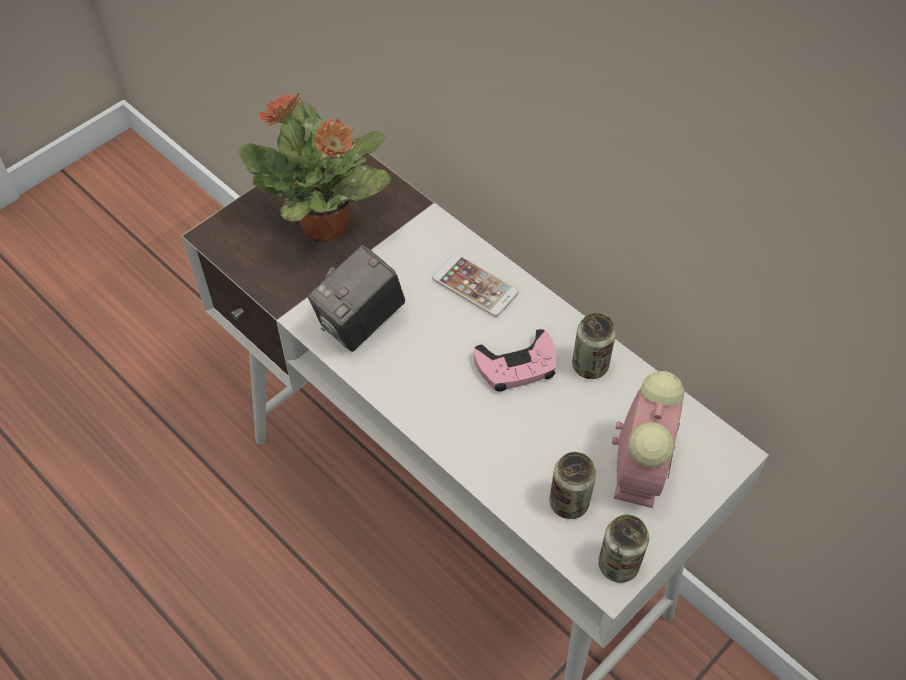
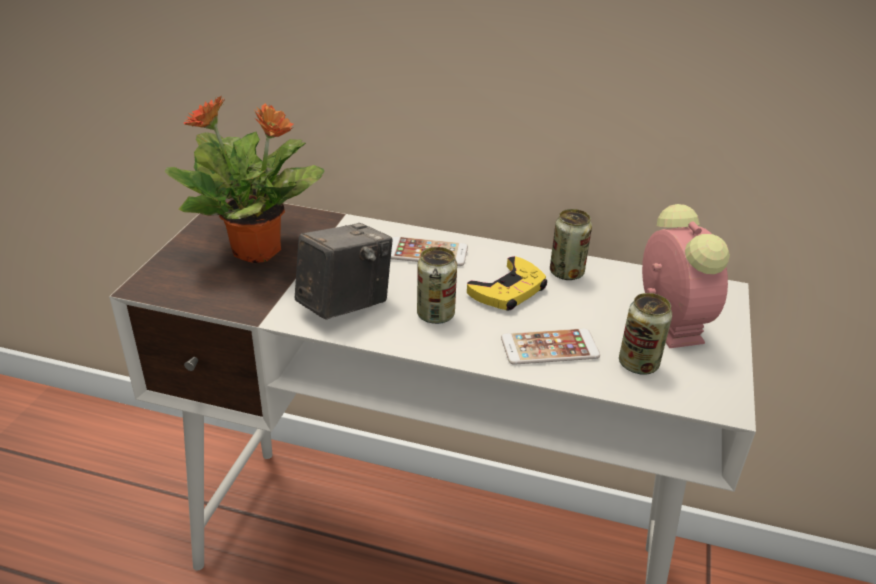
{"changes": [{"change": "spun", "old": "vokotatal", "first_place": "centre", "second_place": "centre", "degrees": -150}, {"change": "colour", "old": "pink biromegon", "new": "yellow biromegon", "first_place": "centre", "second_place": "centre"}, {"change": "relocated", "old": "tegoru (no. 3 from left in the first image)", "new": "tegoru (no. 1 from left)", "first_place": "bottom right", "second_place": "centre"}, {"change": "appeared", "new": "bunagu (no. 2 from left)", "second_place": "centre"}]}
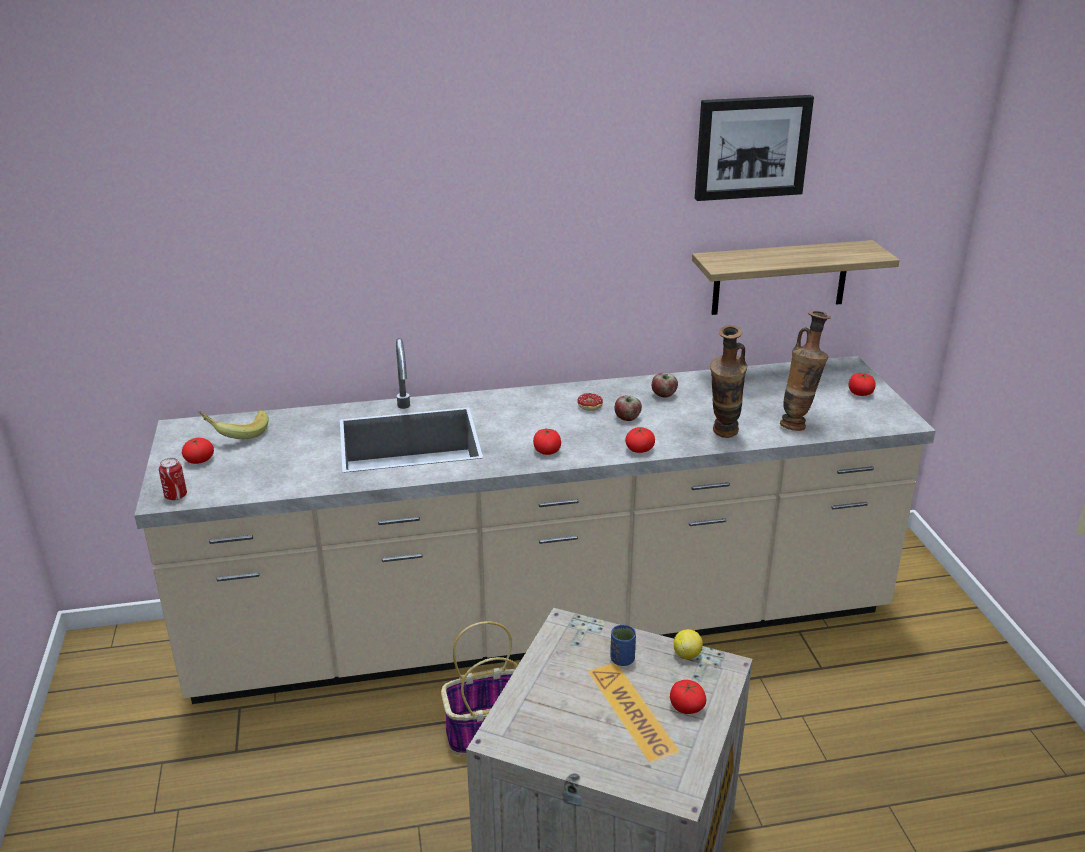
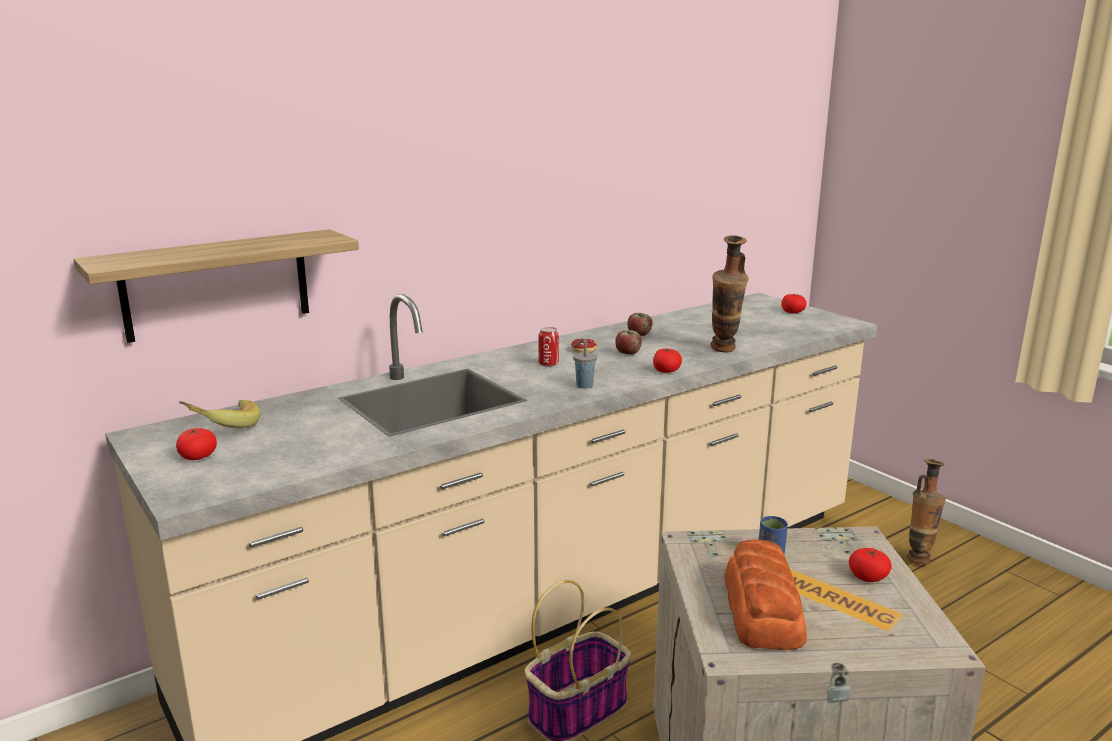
{"changes": [{"change": "relocated", "old": "tegoru", "first_place": "middle left", "second_place": "centre"}, {"change": "exchanged", "old": "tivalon (no. 2 from left)", "new": "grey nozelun", "first_place": "centre", "second_place": "centre"}, {"change": "missing", "old": "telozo", "first_place": "bottom centre"}, {"change": "relocated", "old": "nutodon", "first_place": "top right", "second_place": "middle left"}, {"change": "missing", "old": "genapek", "first_place": "top right"}, {"change": "relocated", "old": "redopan (no. 2 from left)", "first_place": "middle right", "second_place": "bottom right"}, {"change": "appeared", "new": "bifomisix", "second_place": "bottom right"}]}
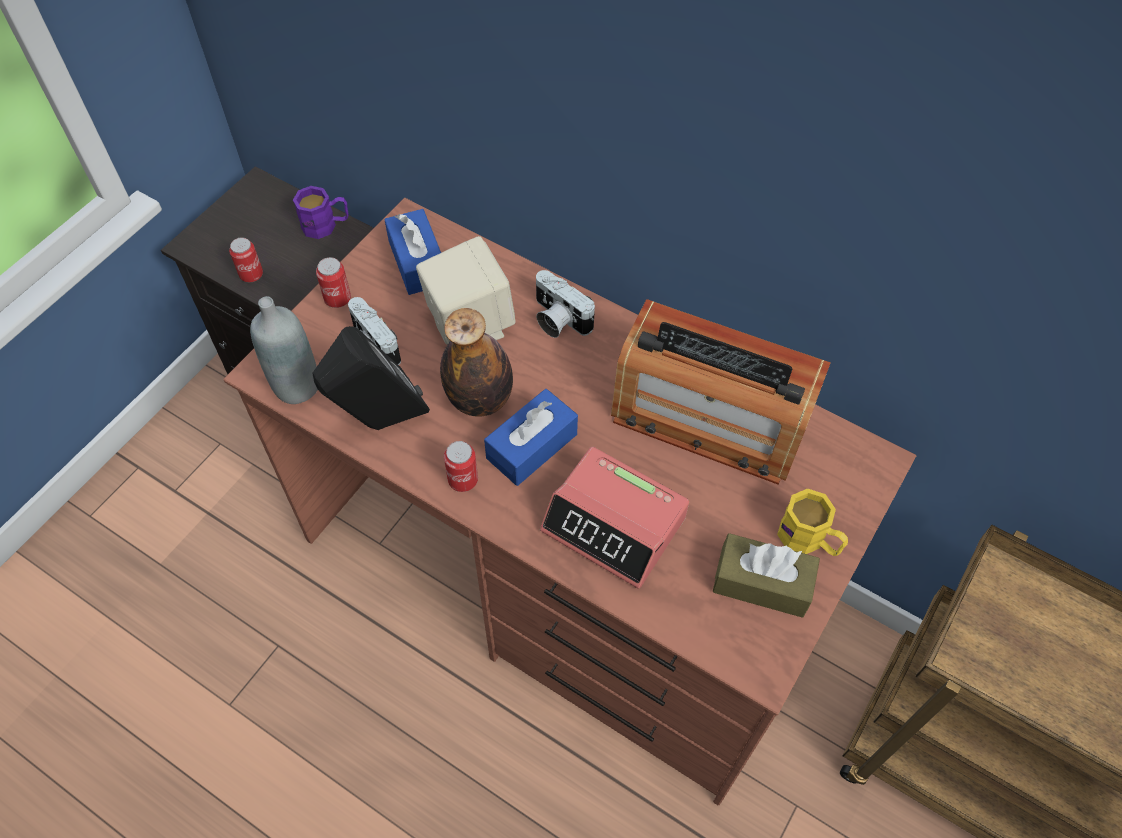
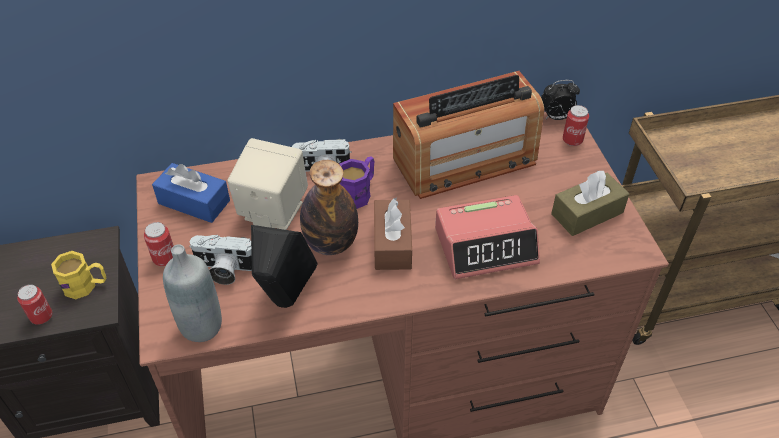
{"changes": [{"change": "relocated", "old": "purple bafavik", "first_place": "top left", "second_place": "centre"}, {"change": "relocated", "old": "tegoru (no. 3 from left)", "first_place": "centre", "second_place": "top right"}, {"change": "colour", "old": "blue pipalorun (no. 2 from left)", "new": "brown pipalorun (no. 1 from left)", "first_place": "centre", "second_place": "centre"}, {"change": "relocated", "old": "yellow bafavik", "first_place": "middle right", "second_place": "middle left"}, {"change": "appeared", "new": "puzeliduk (no. 2 from left)", "second_place": "top right"}]}
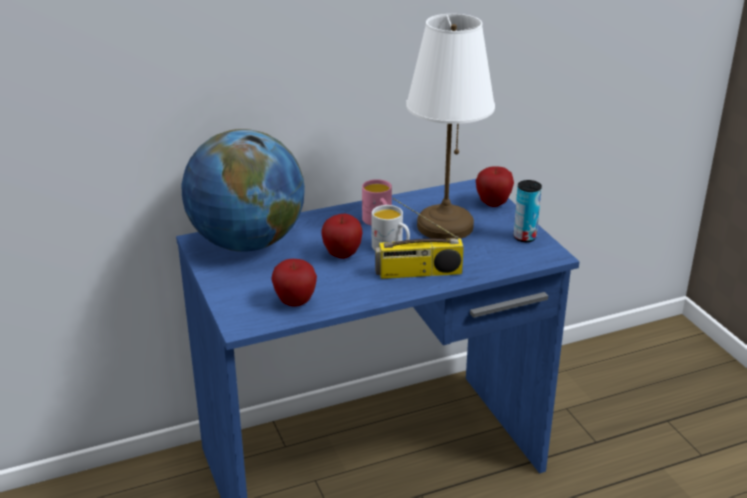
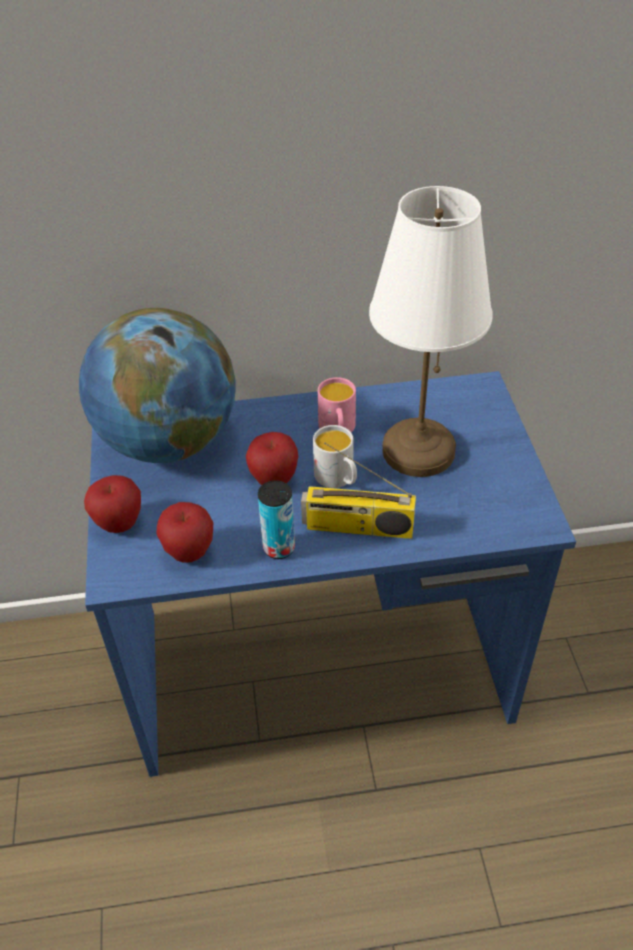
{"changes": [{"change": "relocated", "old": "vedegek (no. 3 from left in the first image)", "new": "vedegek (no. 1 from left)", "first_place": "centre", "second_place": "middle left"}, {"change": "relocated", "old": "tegoru", "first_place": "middle right", "second_place": "centre"}]}
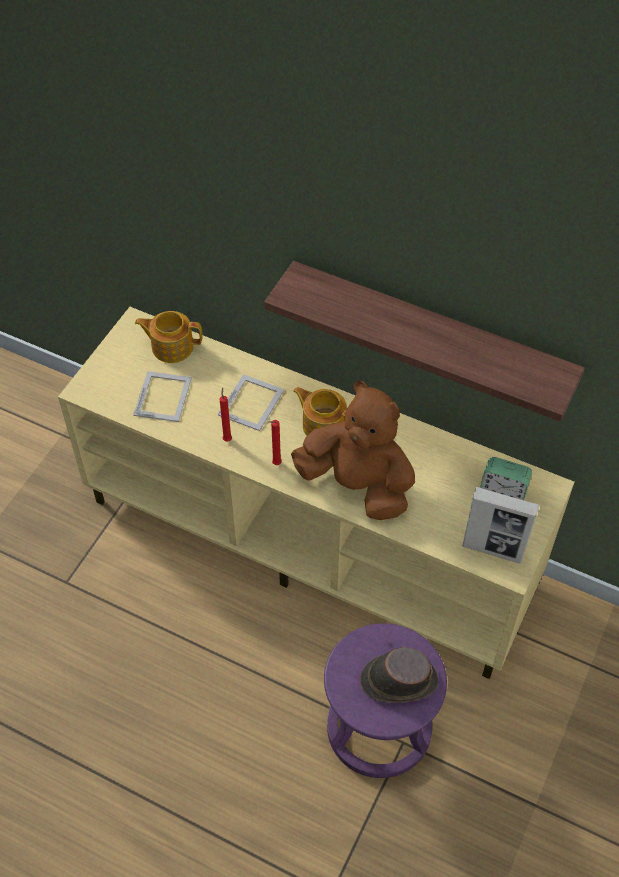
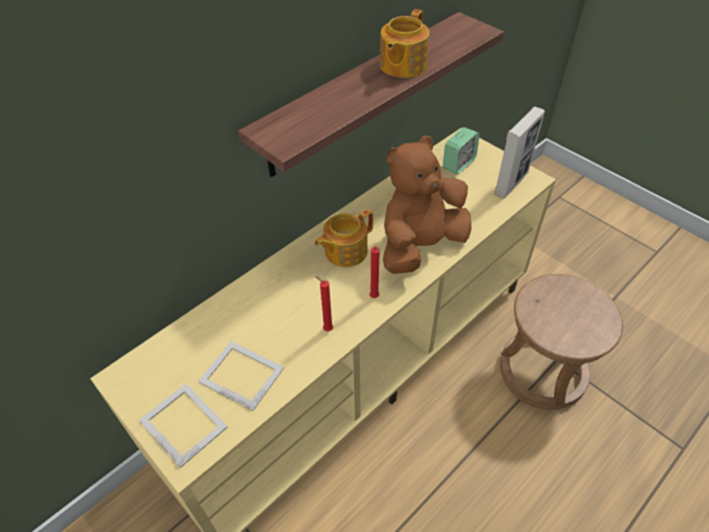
{"changes": [{"change": "relocated", "old": "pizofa (no. 1 from left in the first image)", "new": "pizofa (no. 2 from left)", "first_place": "middle left", "second_place": "top centre"}, {"change": "relocated", "old": "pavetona (no. 2 from left in the first image)", "new": "pavetona (no. 1 from left)", "first_place": "centre", "second_place": "bottom left"}, {"change": "colour", "old": "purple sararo", "new": "brown sararo", "first_place": "bottom centre", "second_place": "middle right"}, {"change": "missing", "old": "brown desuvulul", "first_place": "bottom centre"}]}
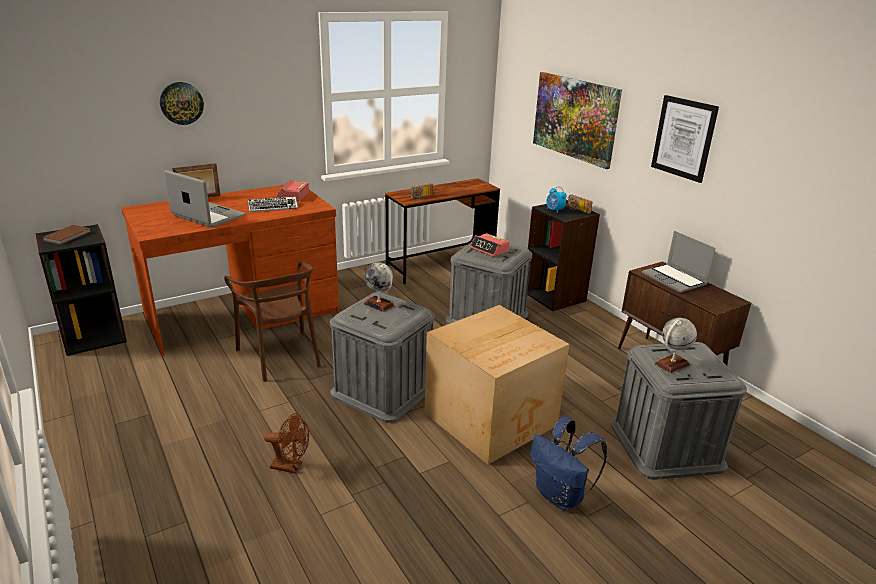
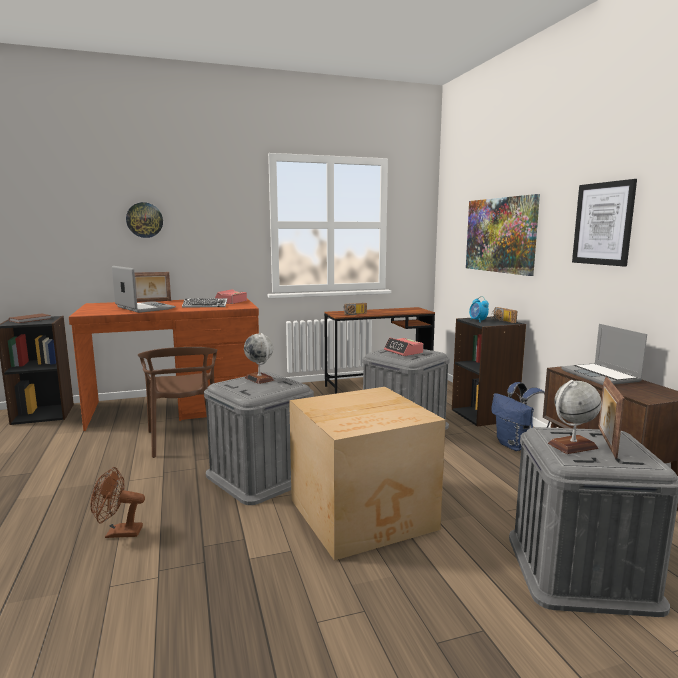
{"changes": [{"change": "spun", "old": "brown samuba", "first_place": "bottom left", "second_place": "bottom left", "degrees": 150}, {"change": "relocated", "old": "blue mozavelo", "first_place": "bottom centre", "second_place": "middle right"}, {"change": "appeared", "new": "pavetona (no. 2 from left)", "second_place": "middle right"}]}
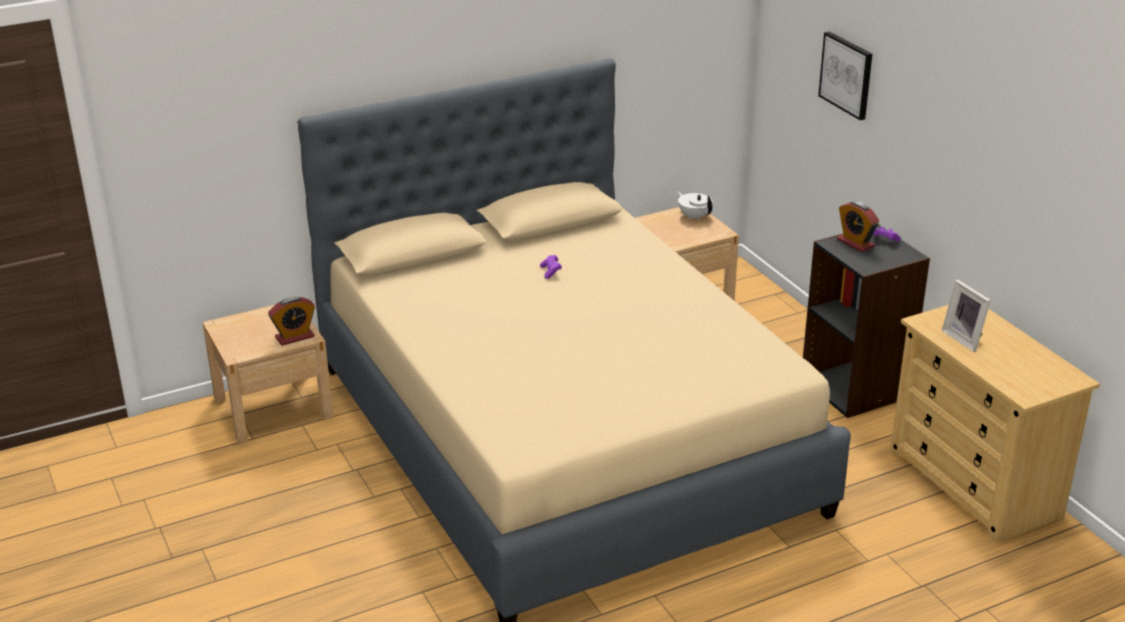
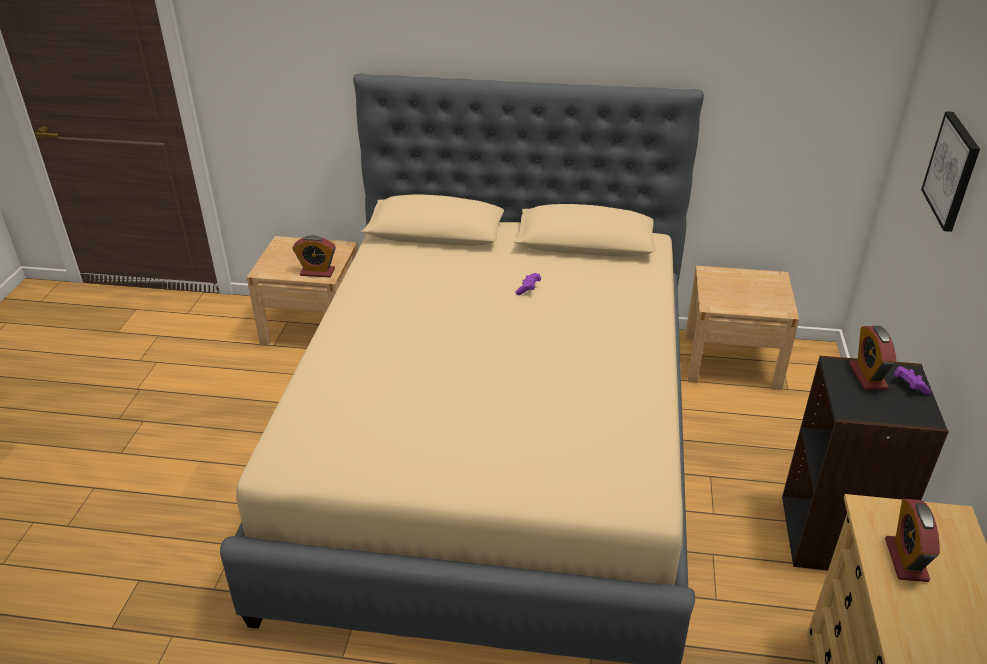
{"changes": [{"change": "missing", "old": "white pizofa", "first_place": "top centre"}, {"change": "exchanged", "old": "pavetona", "new": "puzeliduk (no. 3 from left)", "first_place": "middle right", "second_place": "bottom right"}]}
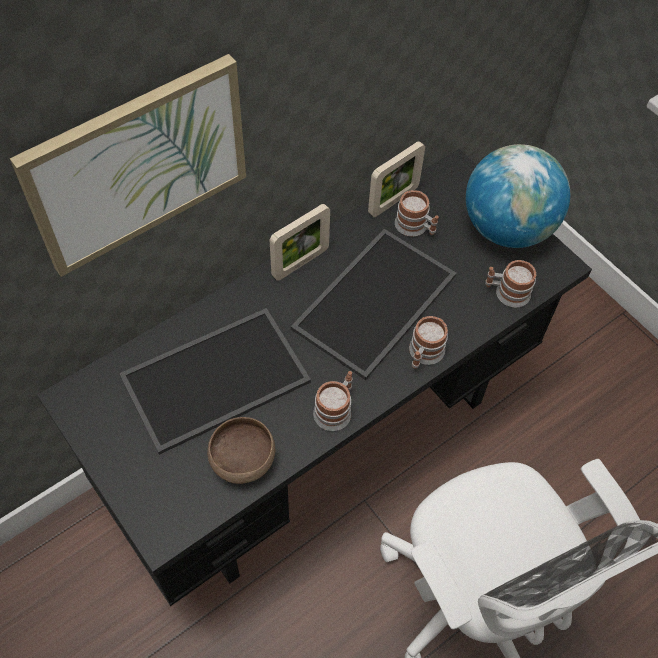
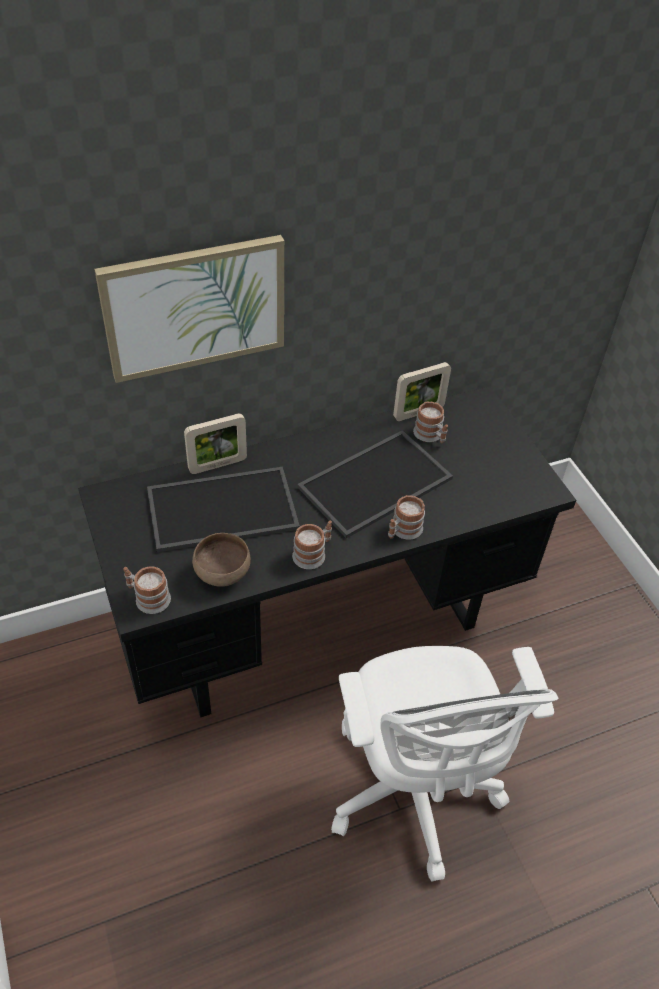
{"changes": [{"change": "relocated", "old": "pavetona (no. 1 from left)", "first_place": "centre", "second_place": "middle left"}, {"change": "missing", "old": "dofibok", "first_place": "top right"}, {"change": "relocated", "old": "bafavik (no. 4 from left in the first image)", "new": "bafavik (no. 1 from left)", "first_place": "middle right", "second_place": "middle left"}]}
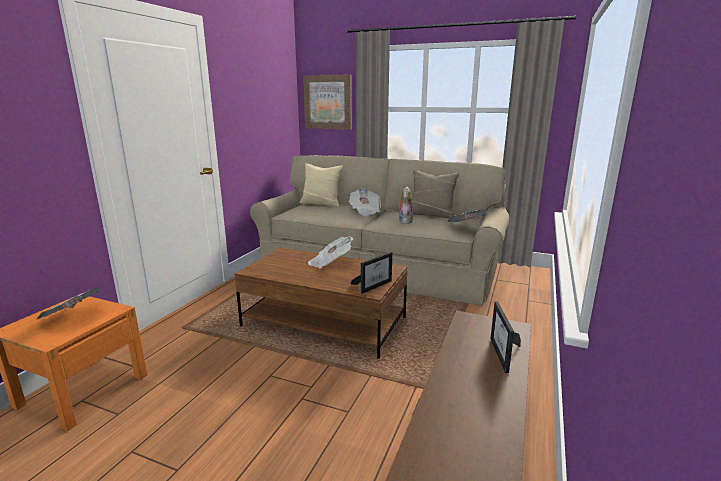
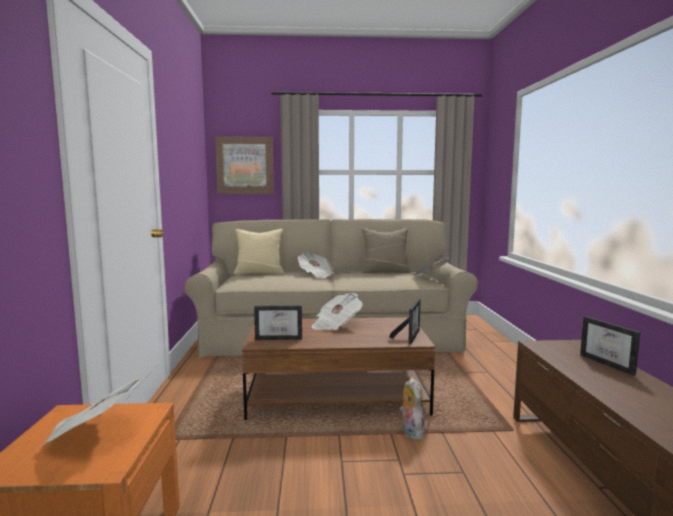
{"changes": [{"change": "relocated", "old": "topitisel", "first_place": "centre", "second_place": "bottom centre"}, {"change": "appeared", "new": "pavetona (no. 1 from left)", "second_place": "centre"}]}
